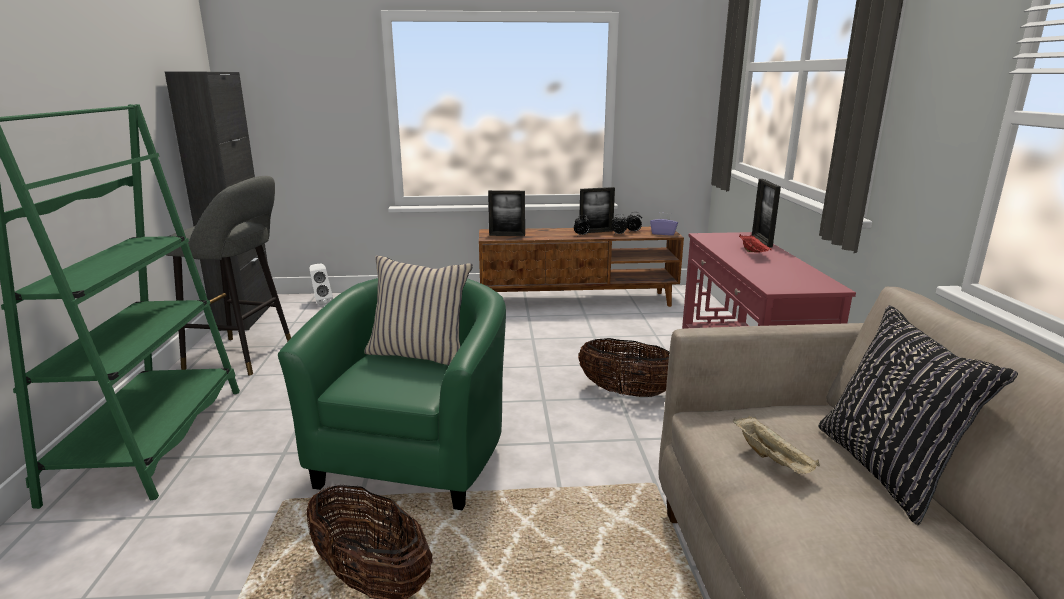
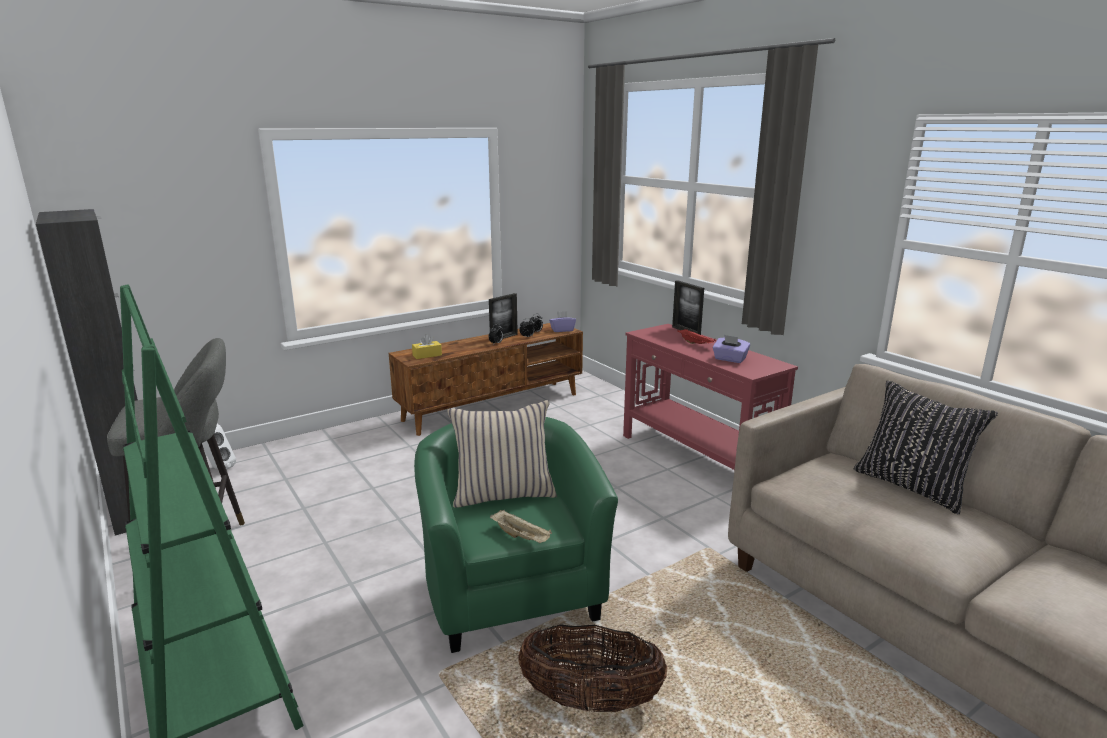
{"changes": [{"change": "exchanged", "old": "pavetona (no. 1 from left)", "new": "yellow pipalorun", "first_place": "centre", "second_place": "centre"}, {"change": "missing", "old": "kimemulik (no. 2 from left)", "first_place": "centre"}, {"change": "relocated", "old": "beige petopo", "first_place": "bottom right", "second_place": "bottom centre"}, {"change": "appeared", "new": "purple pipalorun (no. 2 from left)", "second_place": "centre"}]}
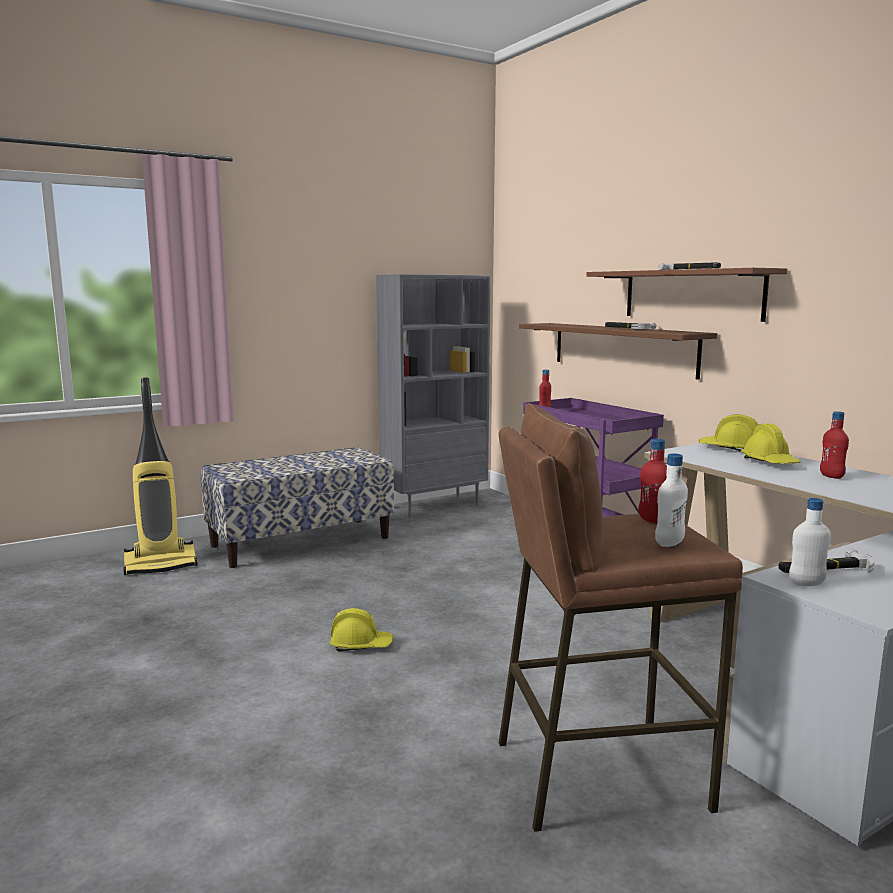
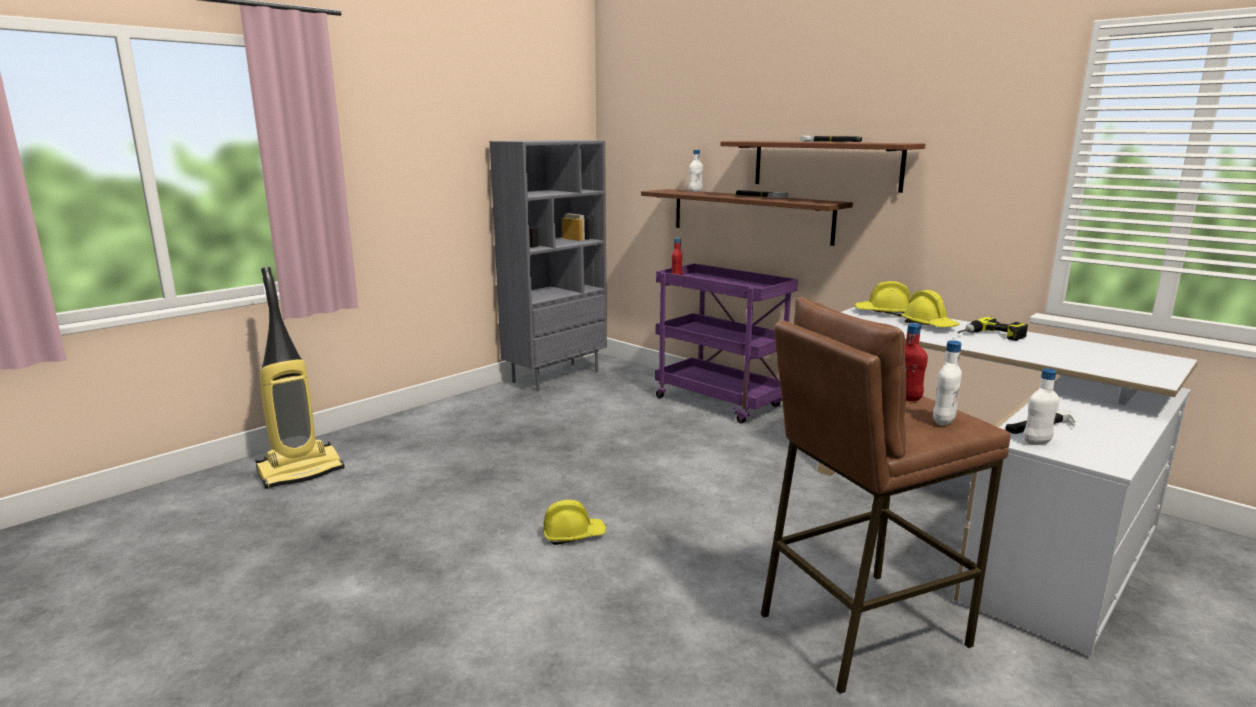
{"changes": [{"change": "missing", "old": "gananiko", "first_place": "middle left"}, {"change": "exchanged", "old": "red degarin (no. 3 from left)", "new": "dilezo", "first_place": "middle right", "second_place": "middle right"}, {"change": "appeared", "new": "white degarin (no. 1 from left)", "second_place": "top centre"}]}
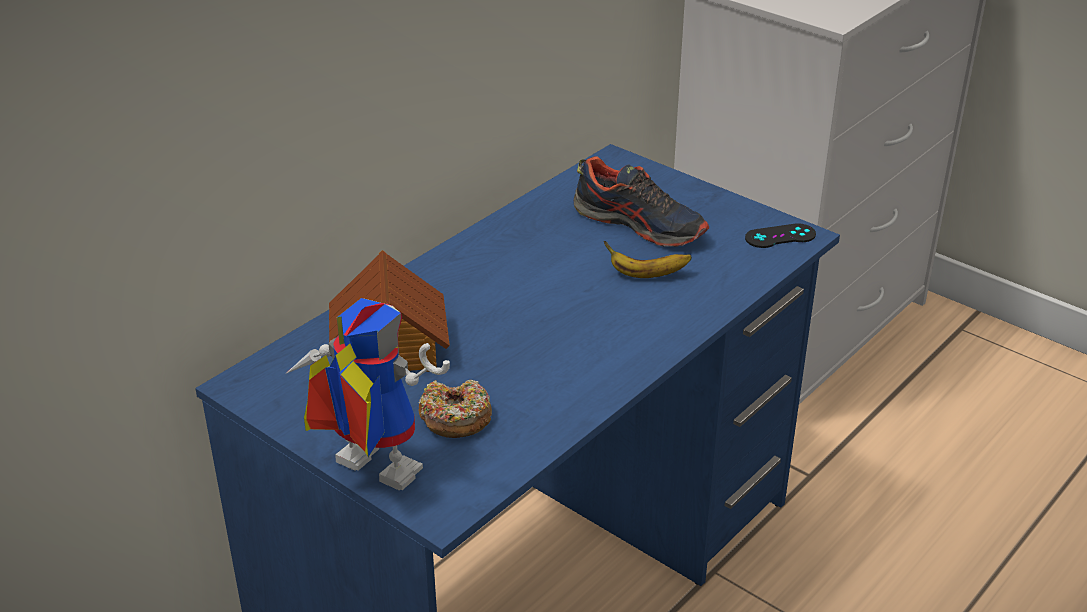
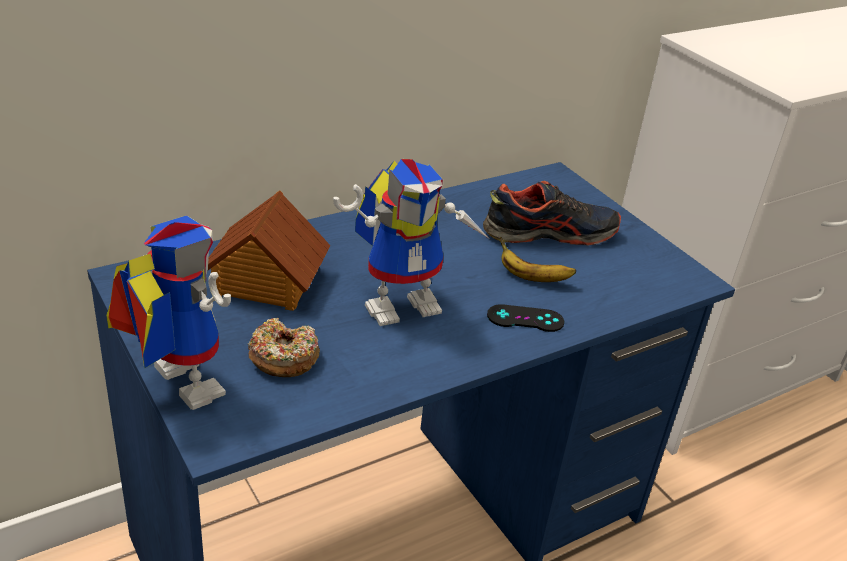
{"changes": [{"change": "spun", "old": "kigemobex", "first_place": "top centre", "second_place": "centre", "degrees": -60}, {"change": "relocated", "old": "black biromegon", "first_place": "middle right", "second_place": "centre"}, {"change": "appeared", "new": "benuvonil (no. 2 from left)", "second_place": "centre"}]}
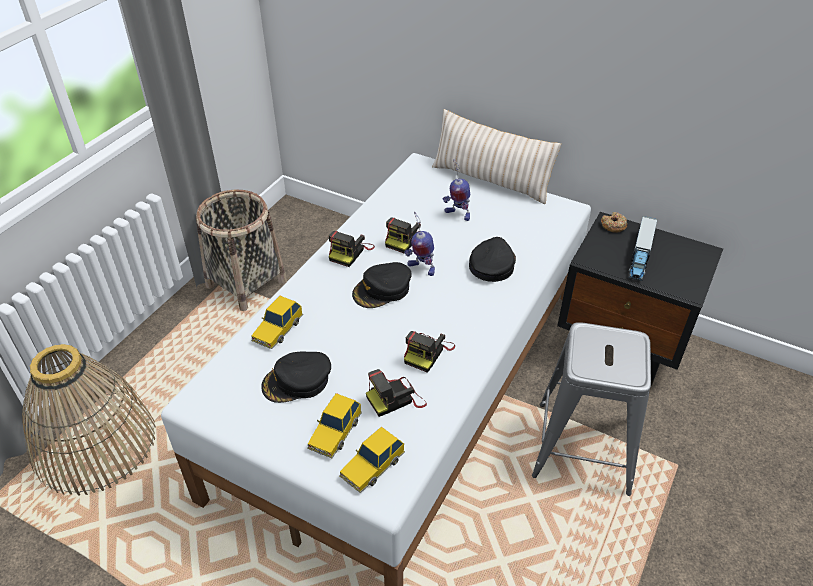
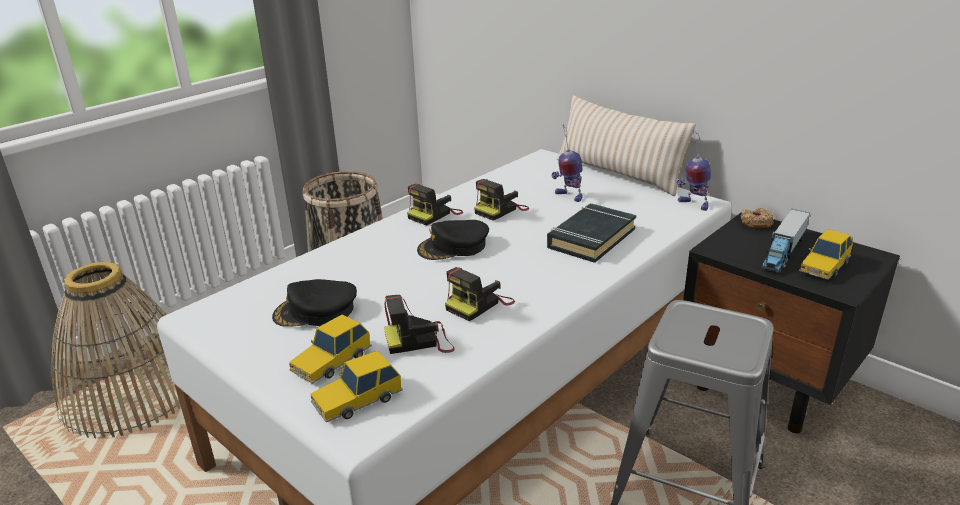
{"changes": [{"change": "relocated", "old": "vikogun (no. 1 from left in the first image)", "new": "vikogun (no. 3 from left)", "first_place": "centre", "second_place": "middle right"}, {"change": "relocated", "old": "benuvonil (no. 1 from left in the first image)", "new": "benuvonil (no. 2 from left)", "first_place": "centre", "second_place": "middle right"}, {"change": "exchanged", "old": "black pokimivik (no. 3 from left)", "new": "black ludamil", "first_place": "centre", "second_place": "centre"}]}
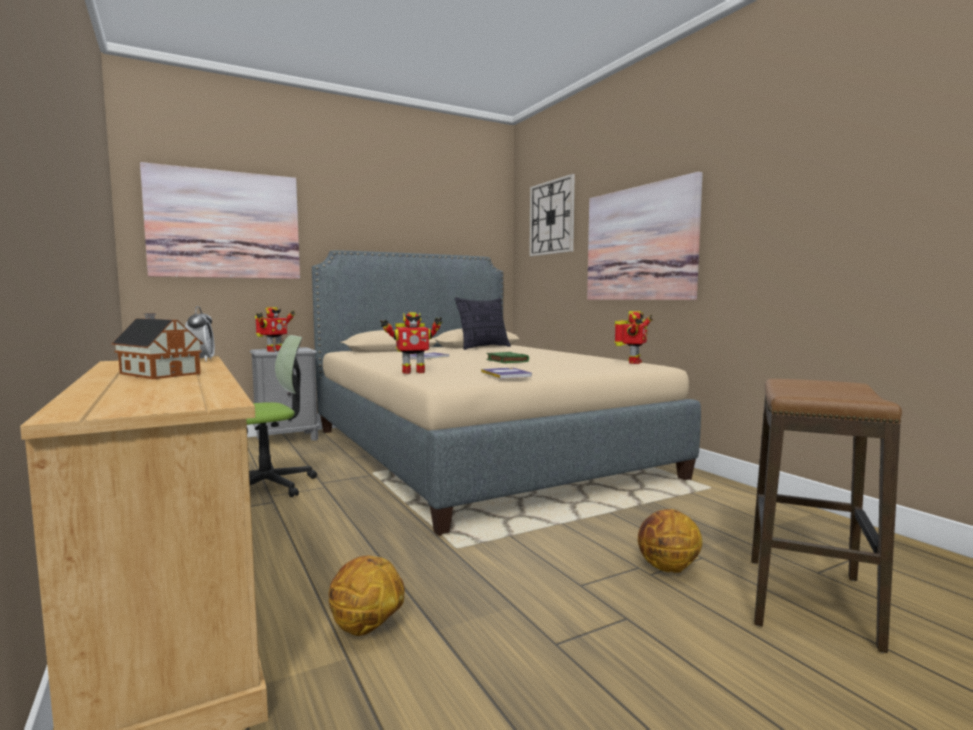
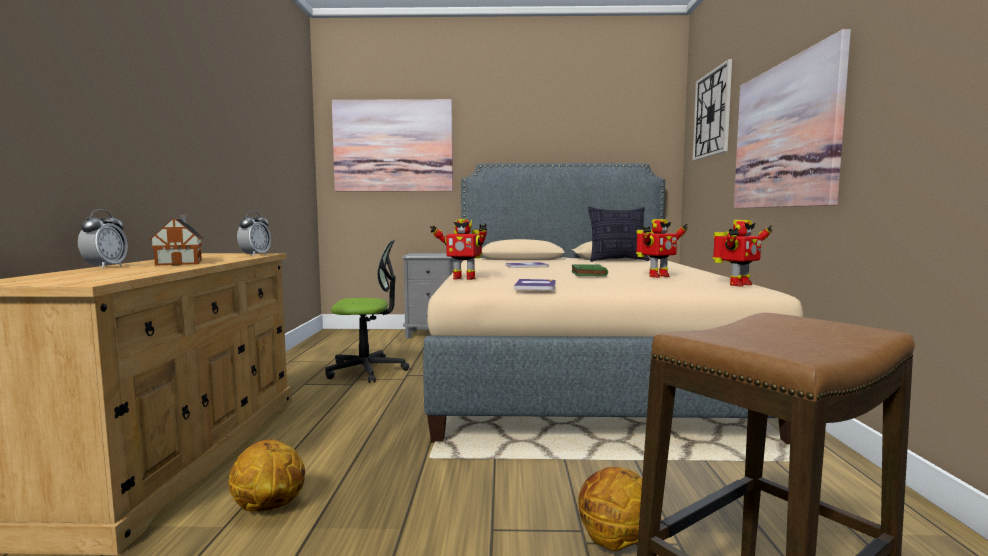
{"changes": [{"change": "relocated", "old": "benuvonil (no. 1 from left in the first image)", "new": "benuvonil (no. 2 from left)", "first_place": "middle left", "second_place": "middle right"}, {"change": "appeared", "new": "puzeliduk (no. 1 from left)", "second_place": "middle left"}]}
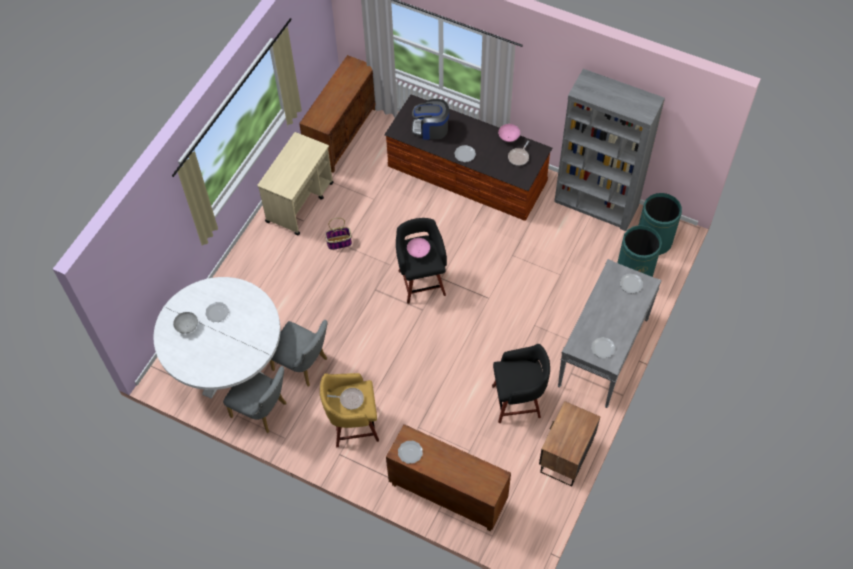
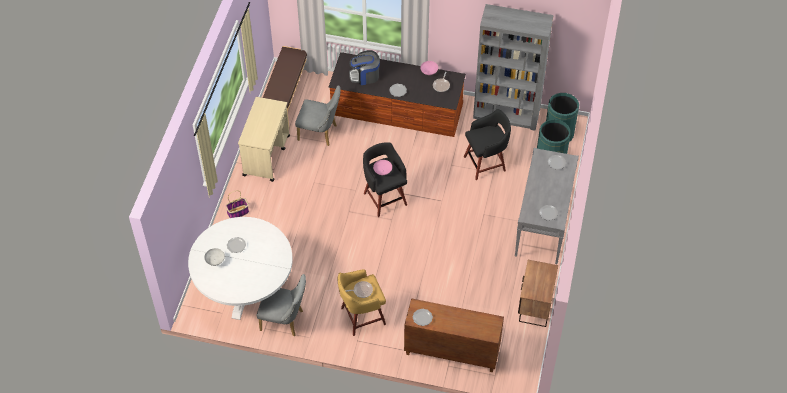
{"changes": [{"change": "relocated", "old": "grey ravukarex (no. 2 from left)", "first_place": "centre", "second_place": "top centre"}, {"change": "exchanged", "old": "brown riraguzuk (no. 1 from left)", "new": "brown gananiko", "first_place": "top centre", "second_place": "top centre"}, {"change": "relocated", "old": "kimemulik", "first_place": "centre", "second_place": "middle left"}, {"change": "relocated", "old": "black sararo (no. 2 from left)", "first_place": "bottom centre", "second_place": "centre"}]}
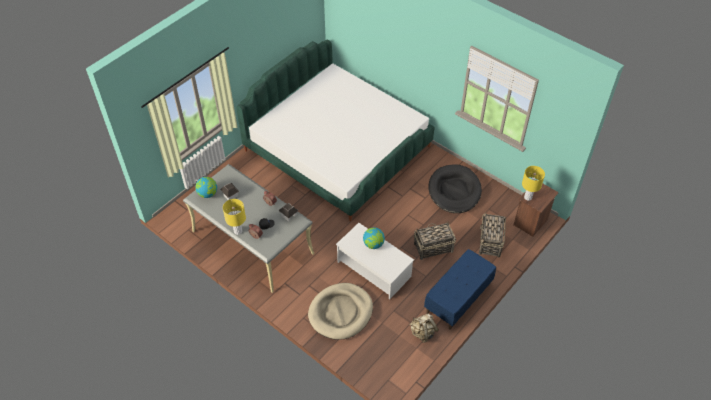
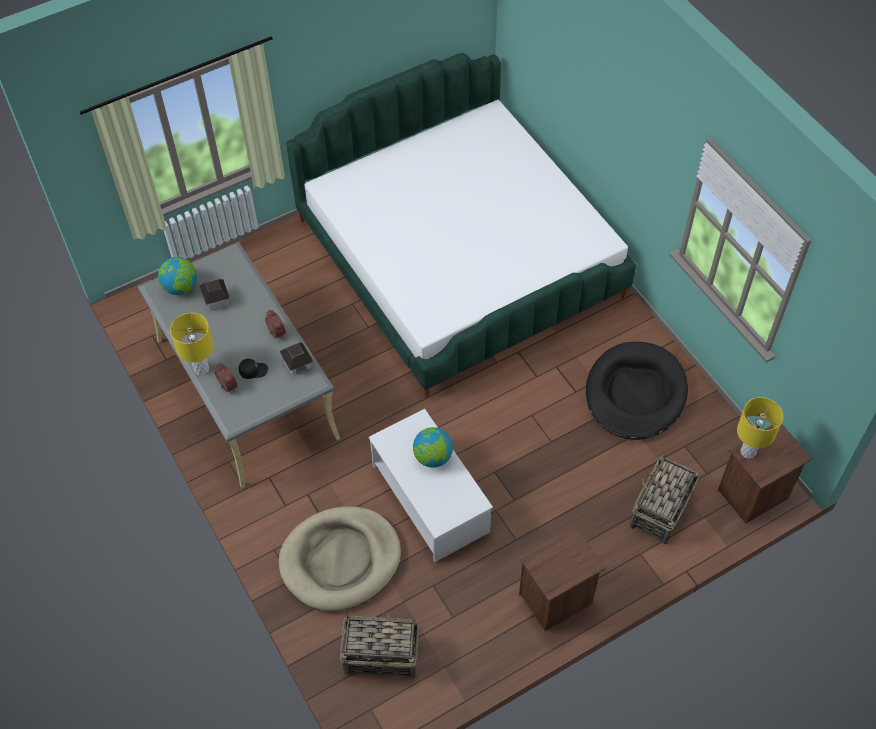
{"changes": [{"change": "missing", "old": "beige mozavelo", "first_place": "bottom centre"}, {"change": "relocated", "old": "kimemulik (no. 1 from left)", "first_place": "centre", "second_place": "bottom centre"}, {"change": "exchanged", "old": "blue gananiko", "new": "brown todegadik (no. 1 from left)", "first_place": "bottom centre", "second_place": "bottom centre"}]}
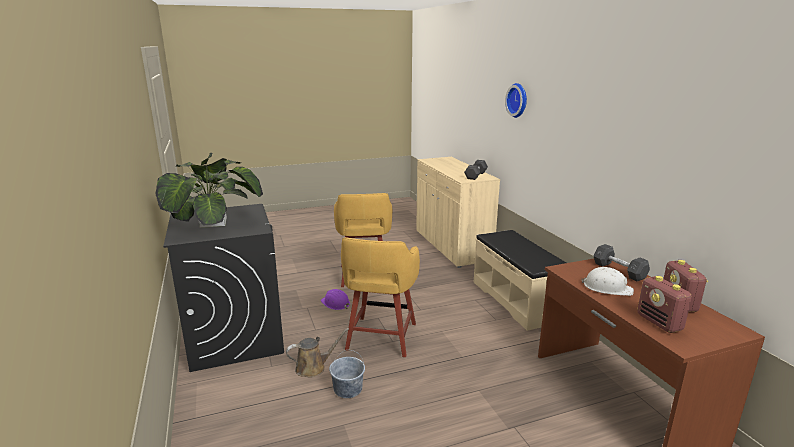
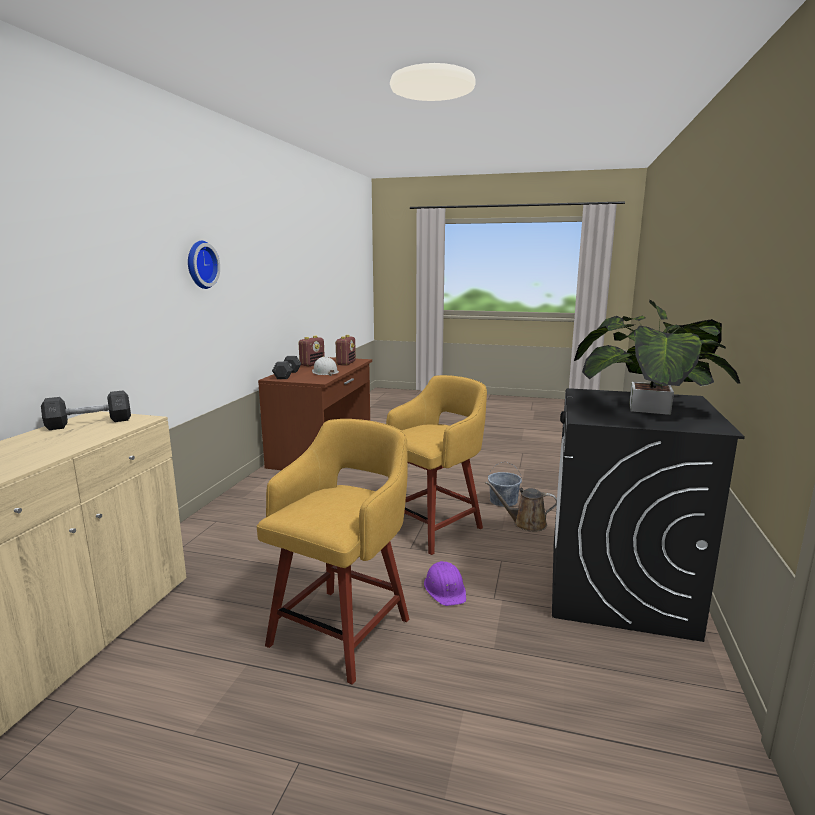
{"changes": [{"change": "missing", "old": "beige gananiko", "first_place": "centre"}, {"change": "relocated", "old": "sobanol", "first_place": "top centre", "second_place": "top left"}]}
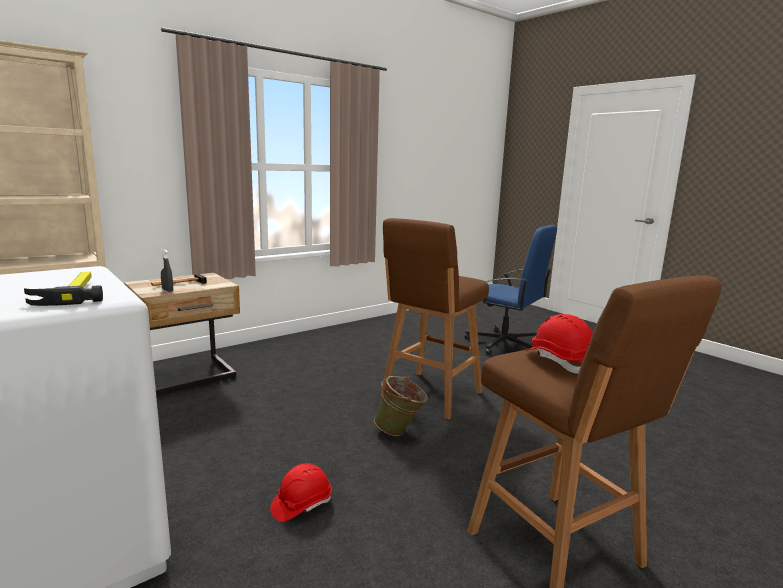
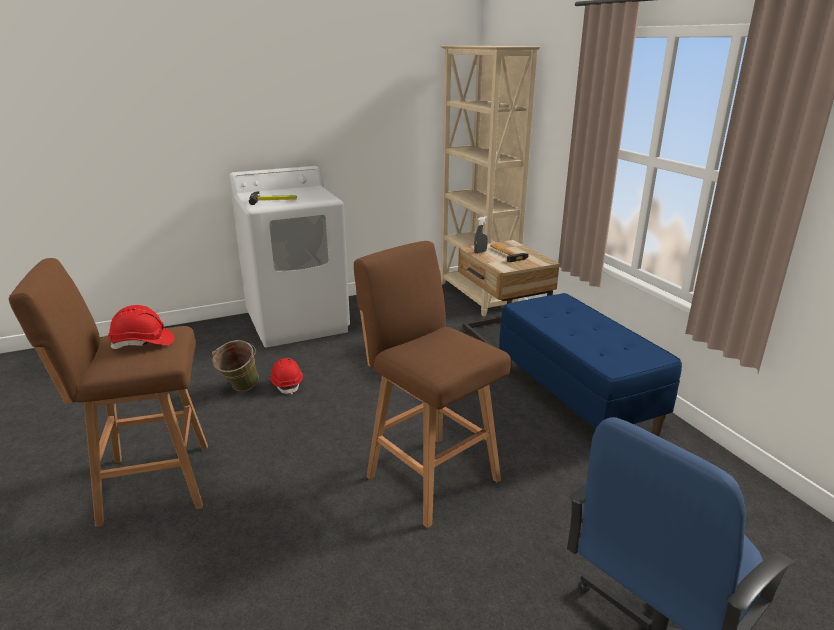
{"changes": [{"change": "relocated", "old": "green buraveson", "first_place": "bottom centre", "second_place": "middle left"}, {"change": "appeared", "new": "blue gananiko", "second_place": "middle right"}]}
